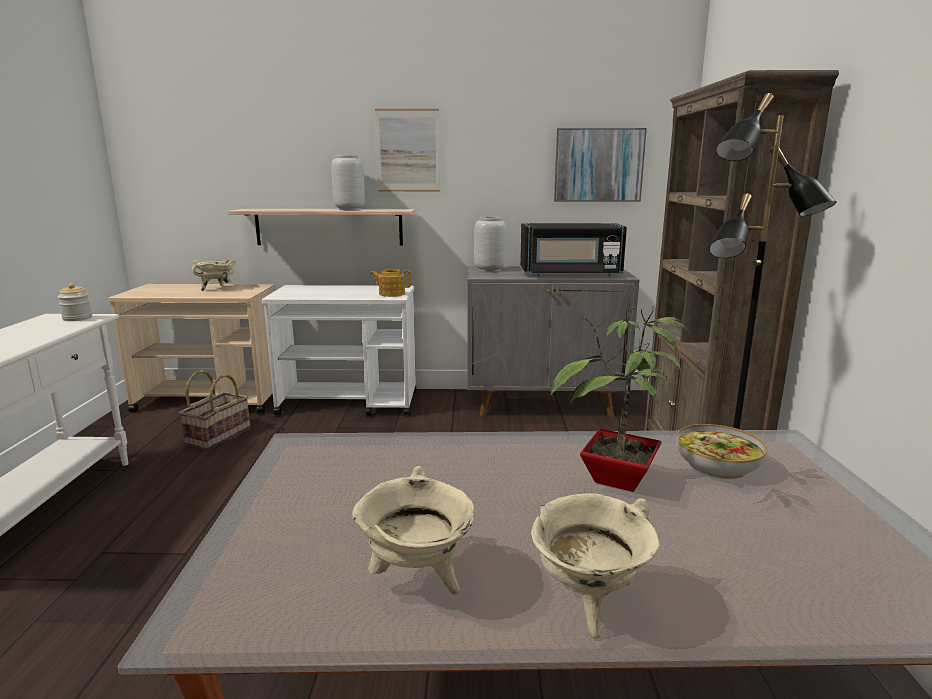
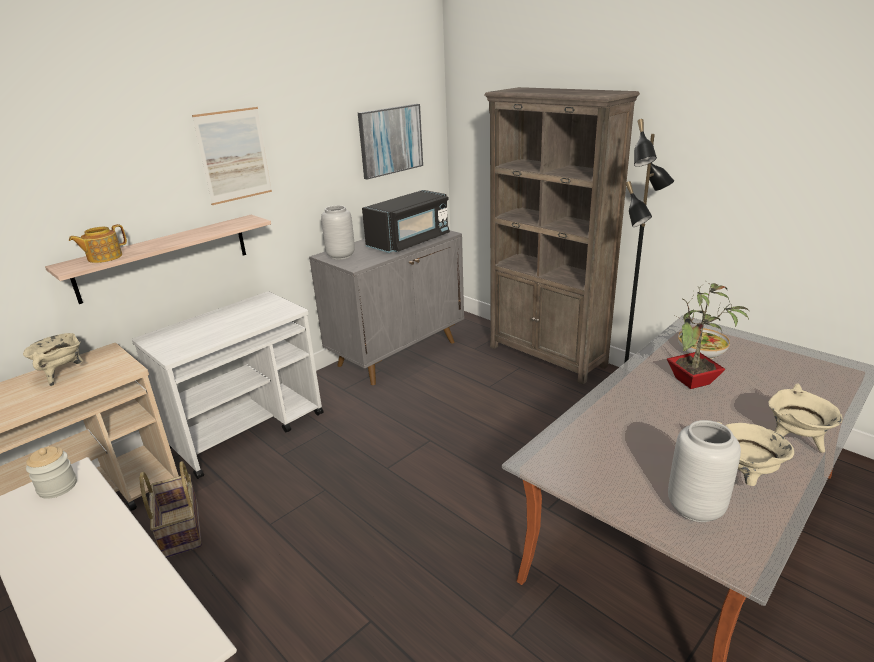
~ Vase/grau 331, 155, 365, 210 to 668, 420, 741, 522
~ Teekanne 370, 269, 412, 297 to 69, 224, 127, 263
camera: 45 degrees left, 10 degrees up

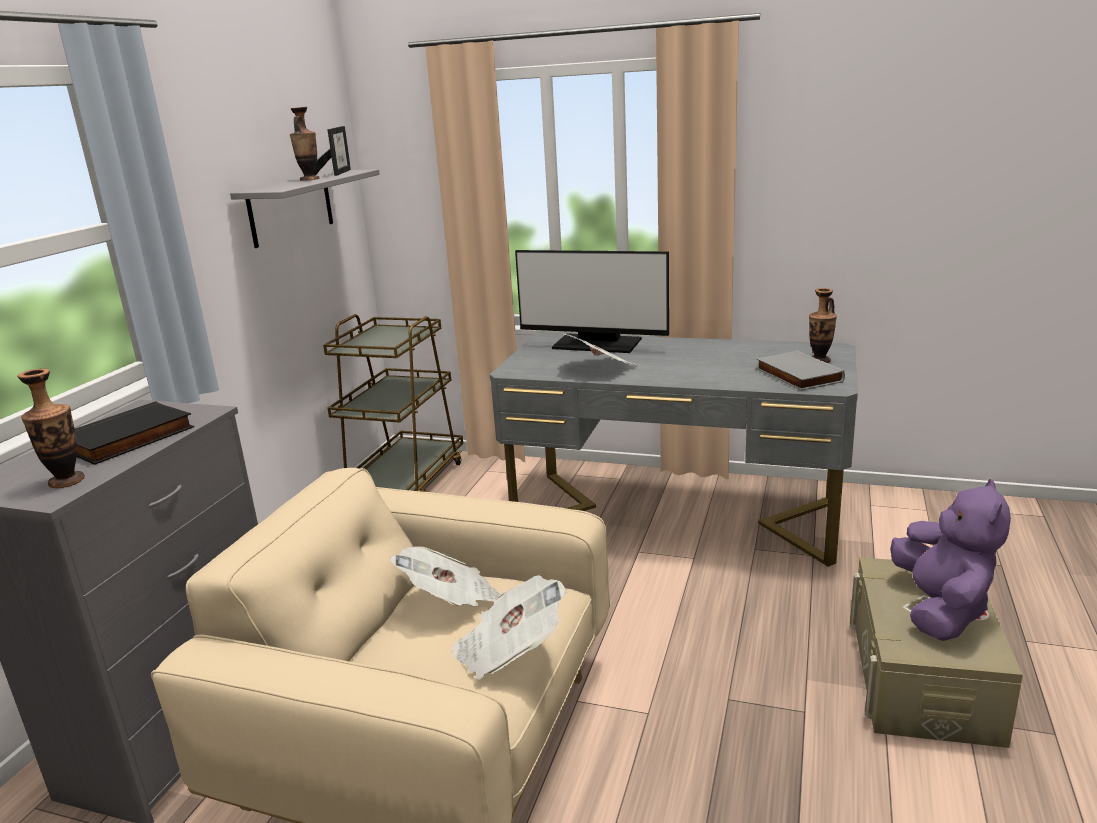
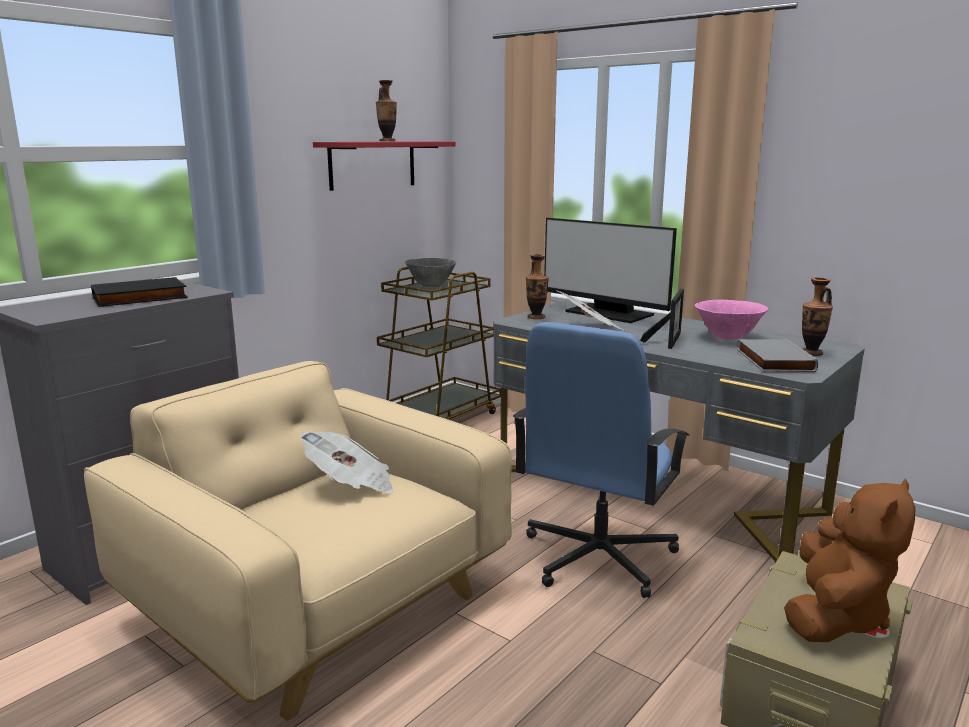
~ Bilderrahmen 315, 126, 351, 176 to 640, 289, 684, 349
~ Wandregal/grau 230, 169, 380, 248 to Wandregal/rot 313, 141, 455, 191
~ Vase 17, 369, 85, 488 to 526, 254, 549, 319
~ Plüschtier/lila 890, 479, 1011, 641 to Plüschtier/braun 784, 478, 916, 642
- Zeitung 451, 575, 566, 680
+ Schüssel/grau 405, 258, 456, 287
+ Schüssel/rosa 695, 299, 768, 340
+ Bürostuhl/blau 513, 322, 689, 598
camera: 20 degrees right, 5 degrees down

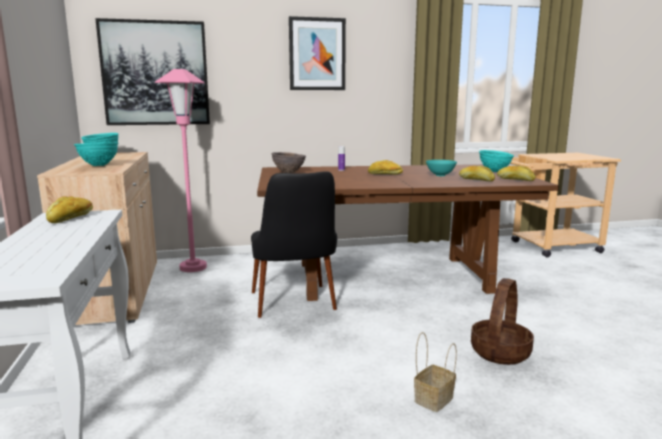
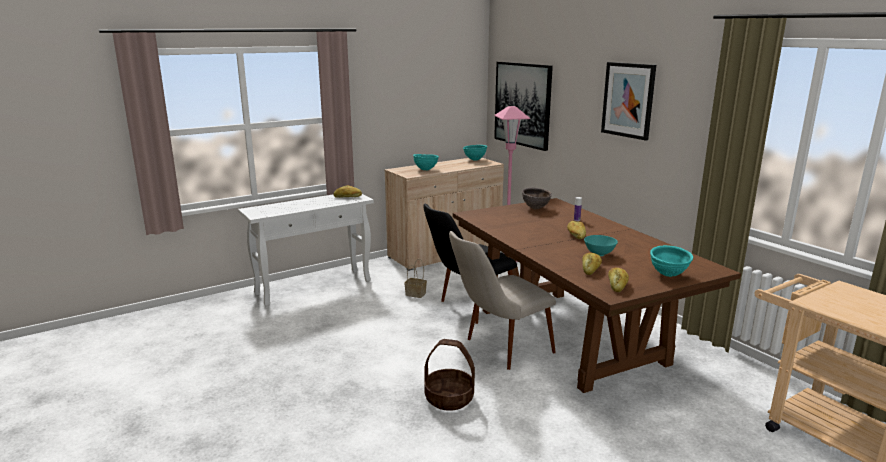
~ Korb 414, 332, 457, 412 to 404, 259, 427, 298
+ Stuhl/beige 449, 231, 556, 370
camera: 70 degrees right, 5 degrees up

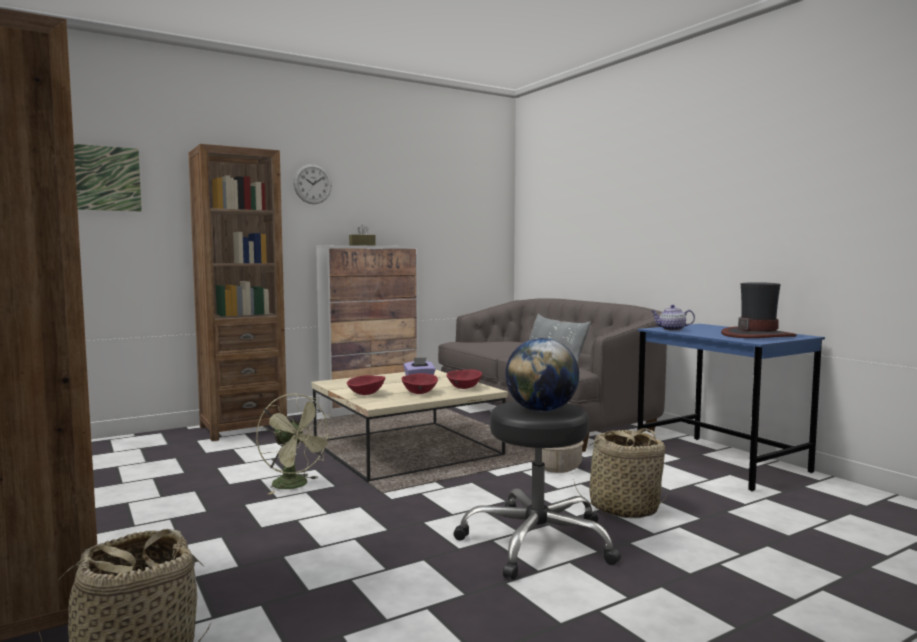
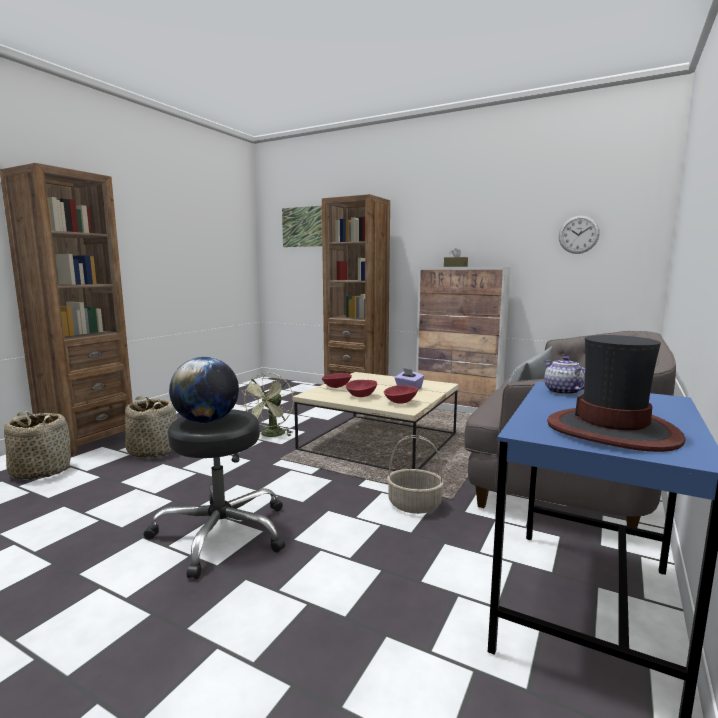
~ Wanduhr 293, 164, 332, 204 to 559, 215, 600, 254
~ Korb 573, 428, 670, 518 to 125, 396, 177, 458
camera: 60 degrees right, 5 degrees up

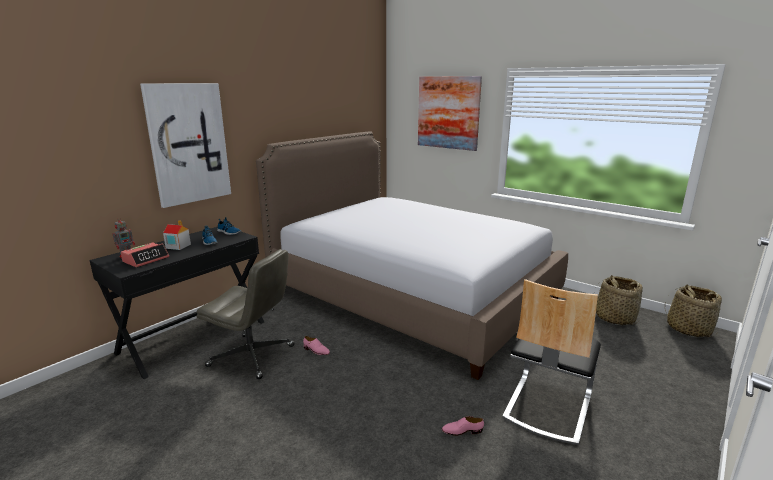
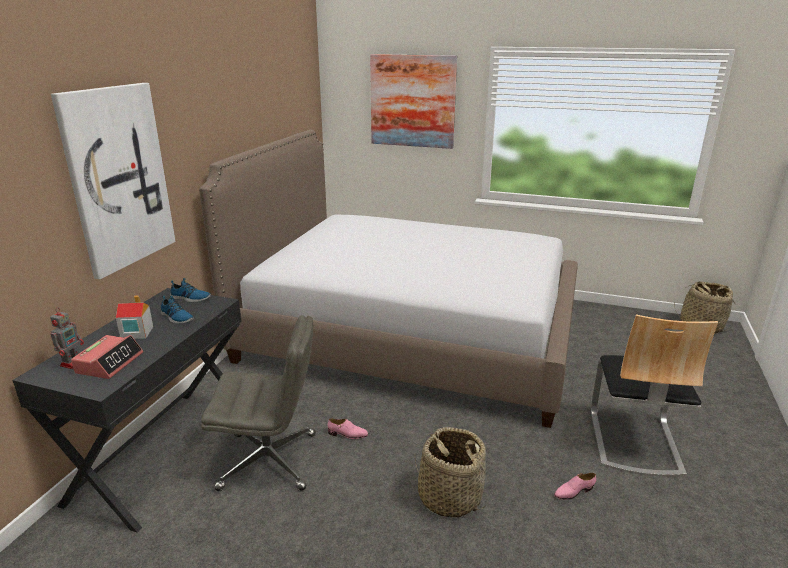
~ Korb 596, 275, 643, 326 to 415, 427, 486, 518
camera: 20 degrees left, 5 degrees up

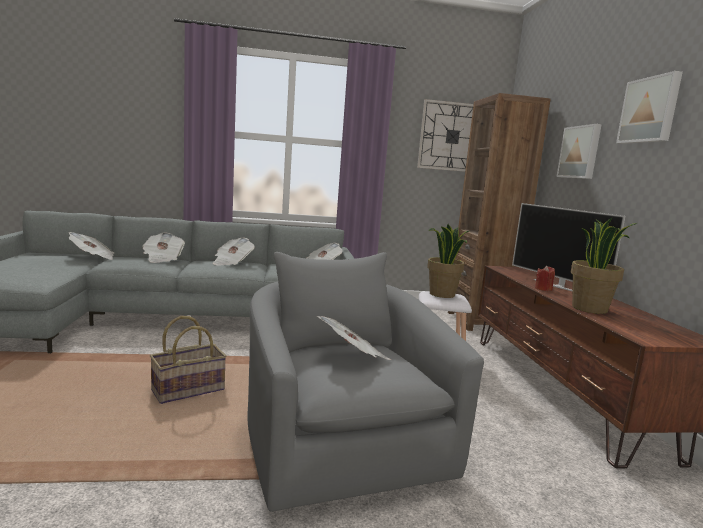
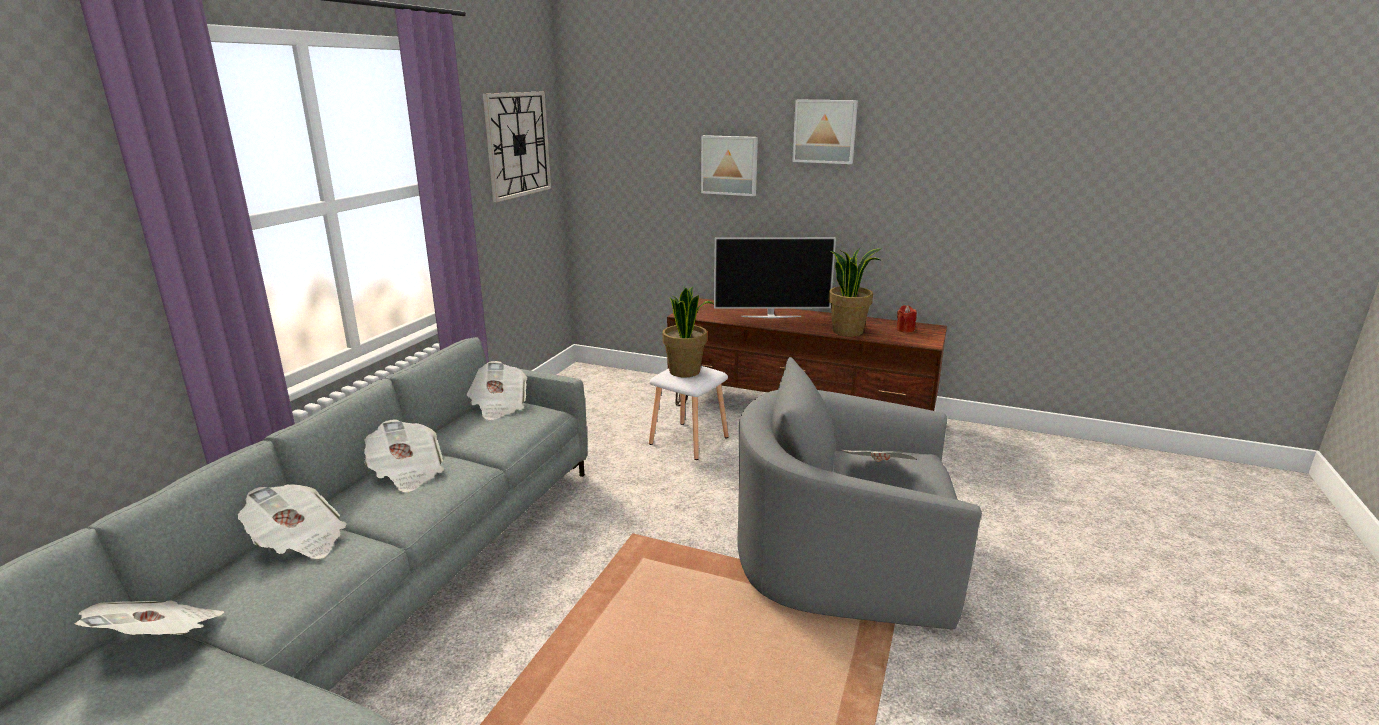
- Bücherregal/braun 448, 93, 550, 331
~ Kerze/rot 535, 266, 555, 291 to 897, 305, 917, 333
- Korb 150, 316, 227, 404
camera: 60 degrees left, 10 degrees up

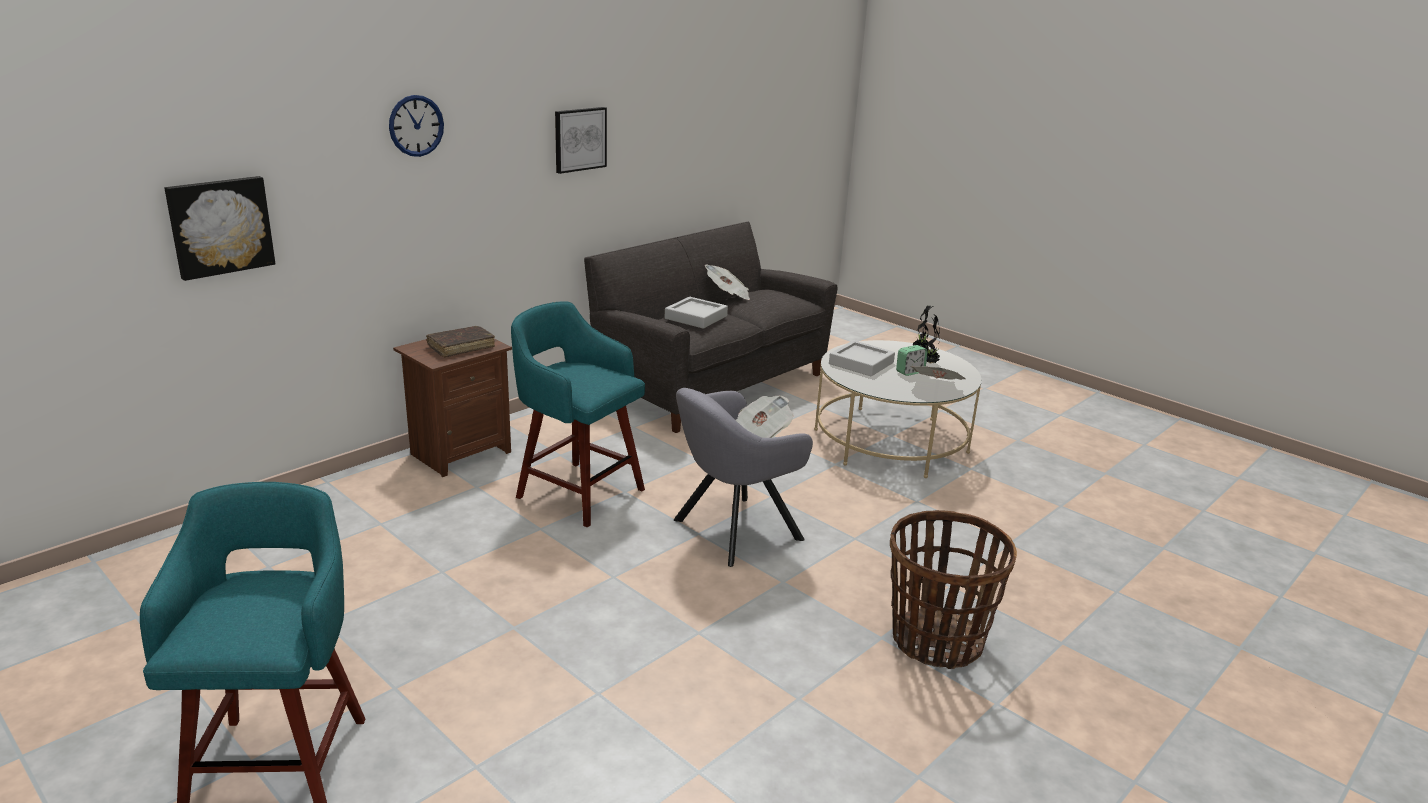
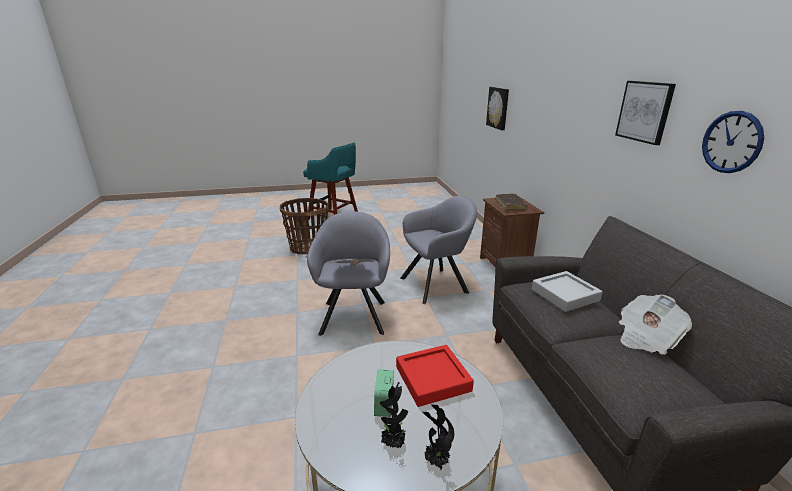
~ Wanduhr 389, 95, 444, 157 to 702, 111, 764, 173
~ Hocker/türkis 511, 302, 645, 527 to Sessel/grau 400, 196, 477, 304
~ Tablett/grau 829, 340, 895, 376 to Tablett/rot 396, 345, 474, 407
- Zeitung 910, 366, 966, 380
~ Korb 890, 510, 1017, 669 to 280, 198, 329, 254
camera: 125 degrees right, 0 degrees up

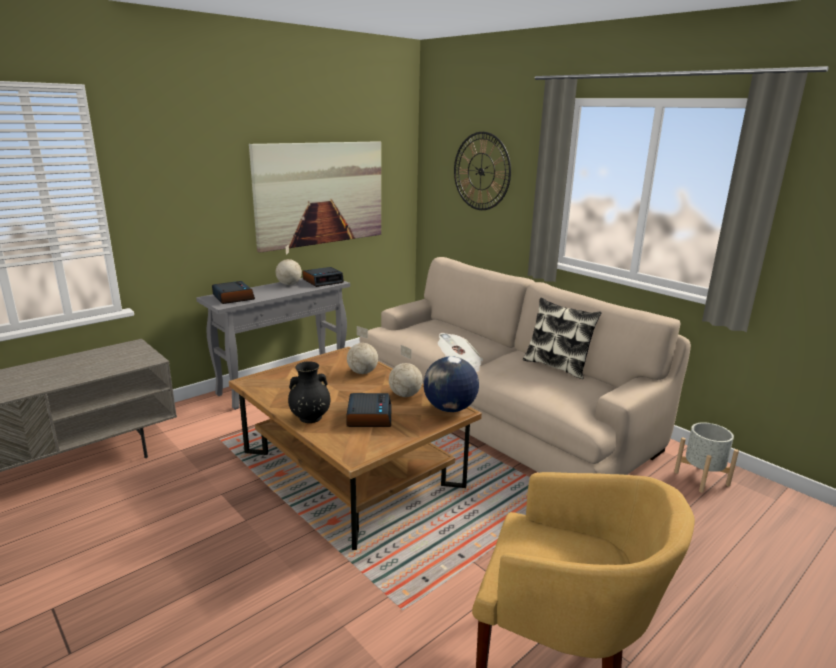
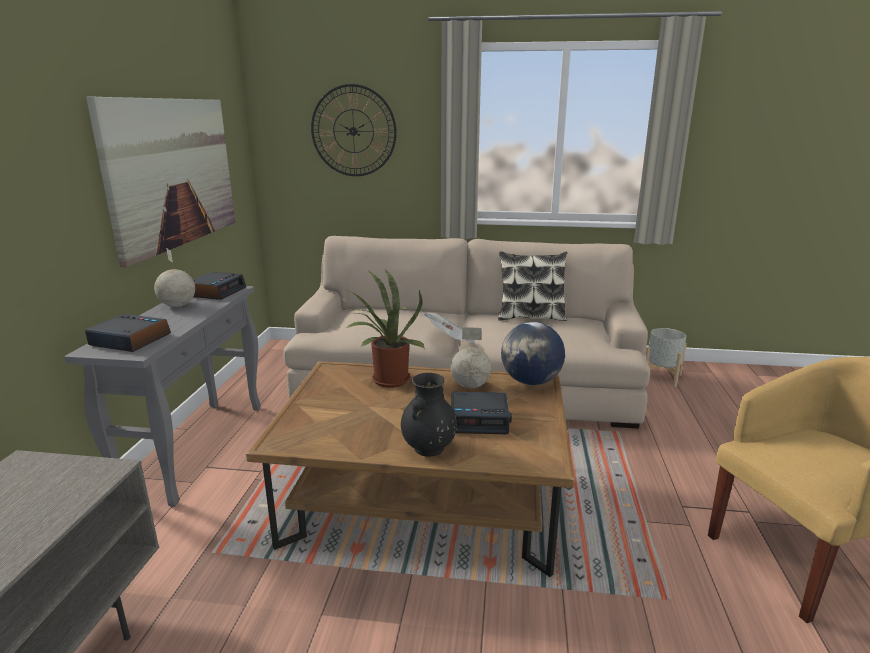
~ Globus 347, 326, 378, 374 to Topfpflanze 345, 269, 425, 388
~ Wecker 346, 393, 392, 427 = 451, 392, 512, 434 135 degrees clockwise
camera: 40 degrees left, 0 degrees up

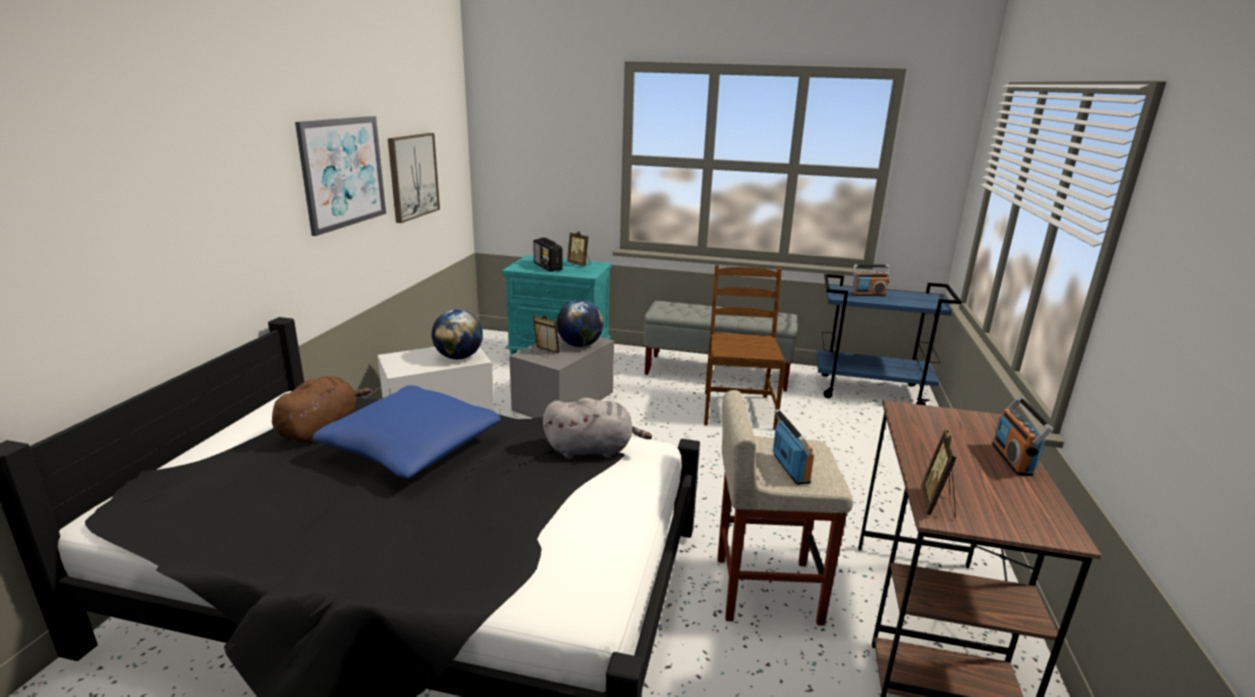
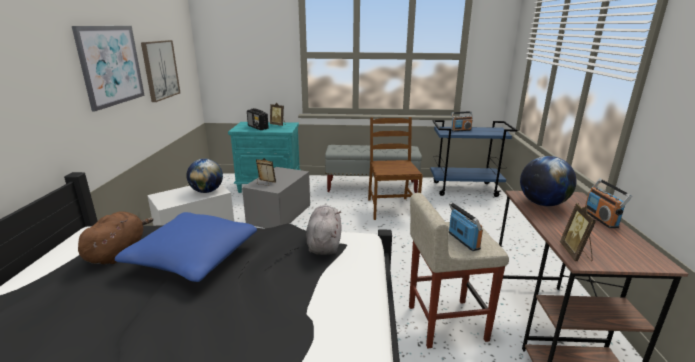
~ Globus 557, 300, 604, 347 to 520, 156, 577, 206
~ Plüschtier/grau 543, 398, 652, 459 = 306, 205, 342, 255 75 degrees counterclockwise
camera: 10 degrees left, 0 degrees up

